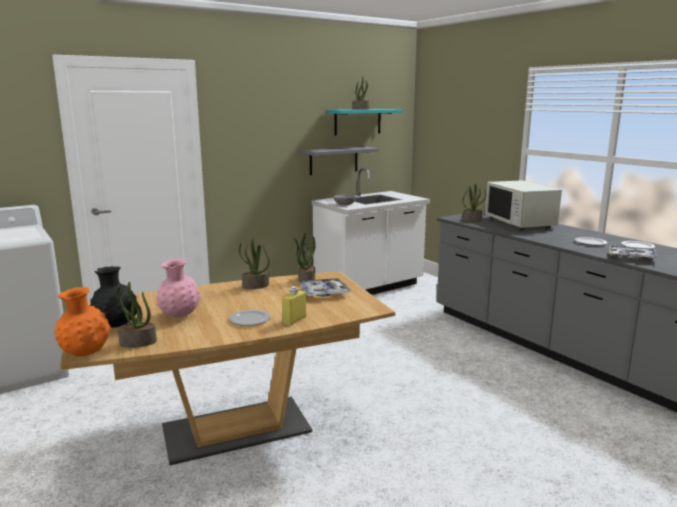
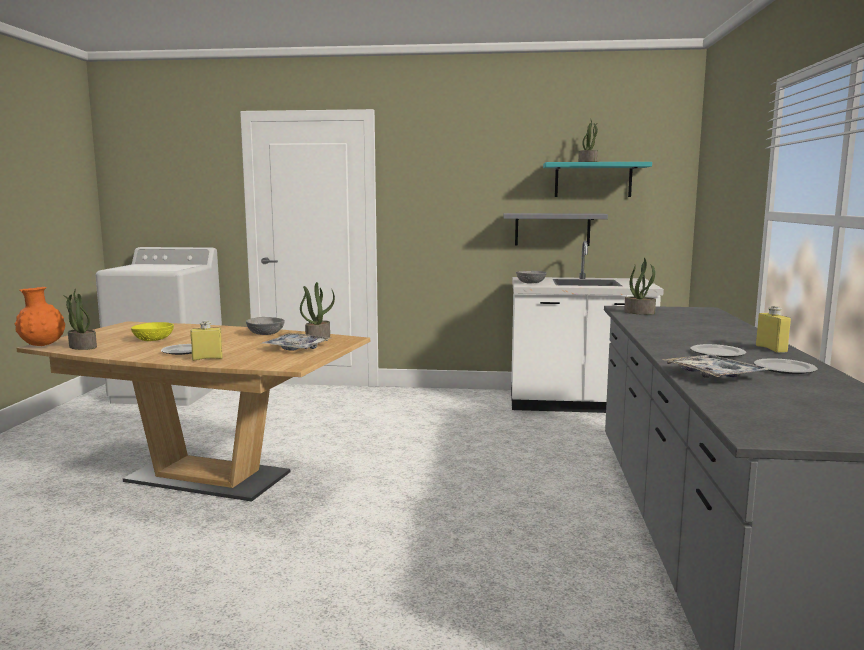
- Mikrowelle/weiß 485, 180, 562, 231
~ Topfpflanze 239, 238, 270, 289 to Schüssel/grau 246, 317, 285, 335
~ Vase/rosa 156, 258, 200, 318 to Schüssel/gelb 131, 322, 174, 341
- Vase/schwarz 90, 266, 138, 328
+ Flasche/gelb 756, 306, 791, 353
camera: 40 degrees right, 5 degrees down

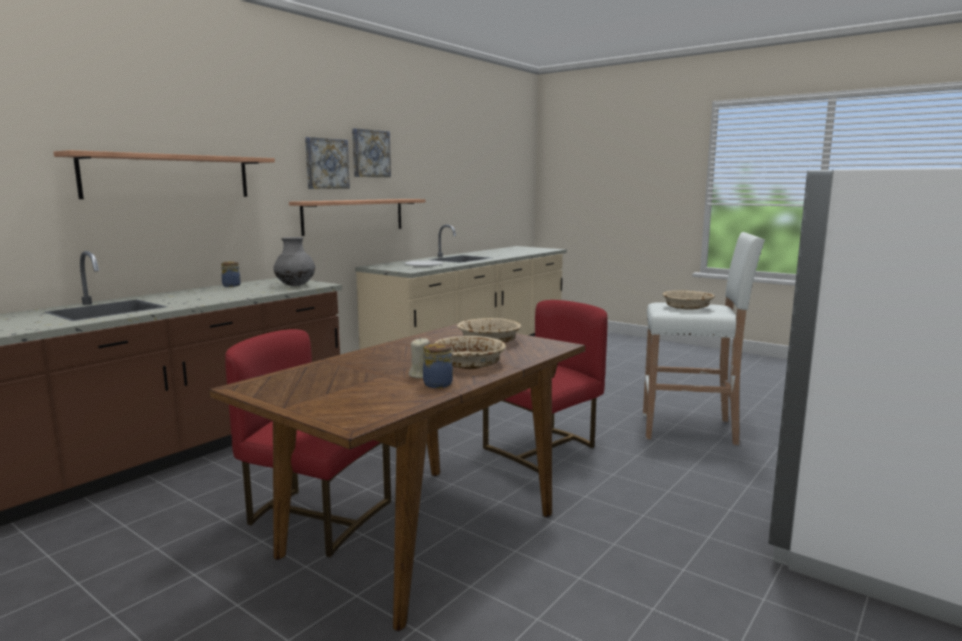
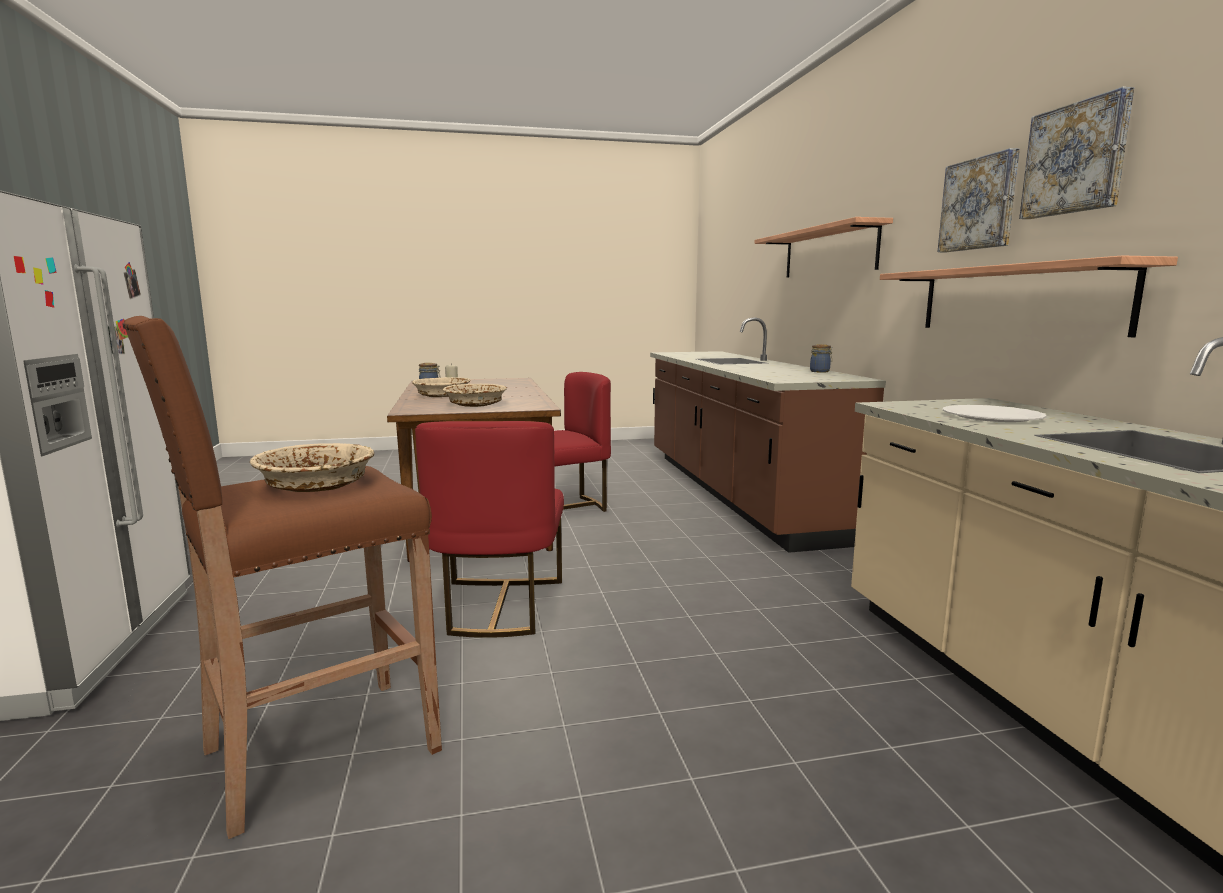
~ Hocker/weiß 643, 232, 765, 445 to Hocker/braun 123, 316, 442, 839
- Vase/grau 274, 237, 315, 286
camera: 130 degrees right, 0 degrees up

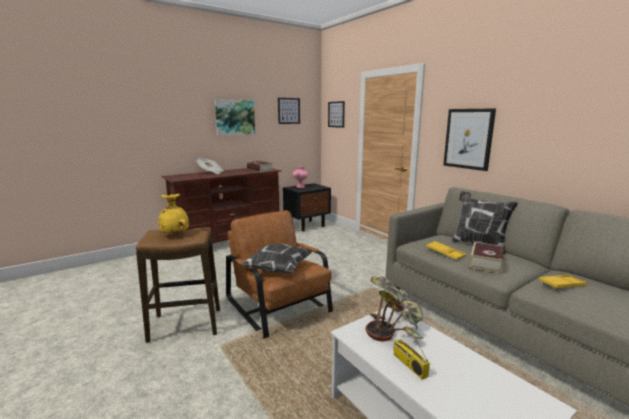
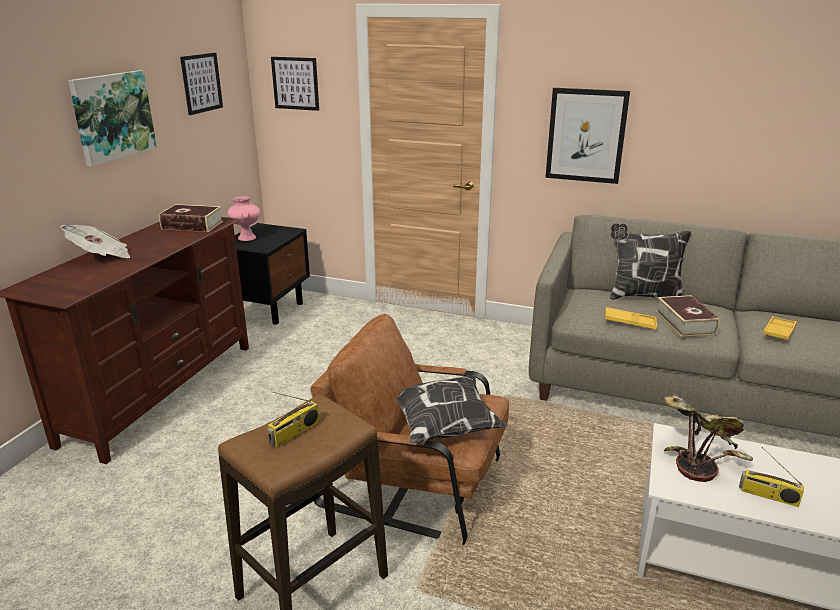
~ Vase/gelb 158, 194, 189, 235 to Radio 267, 392, 319, 447
camera: 35 degrees left, 10 degrees up

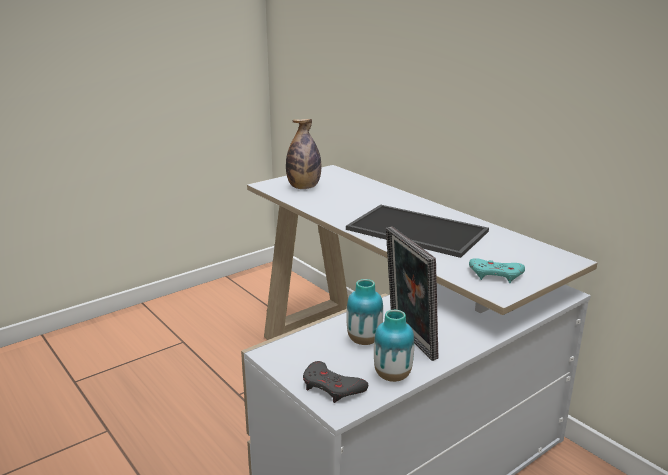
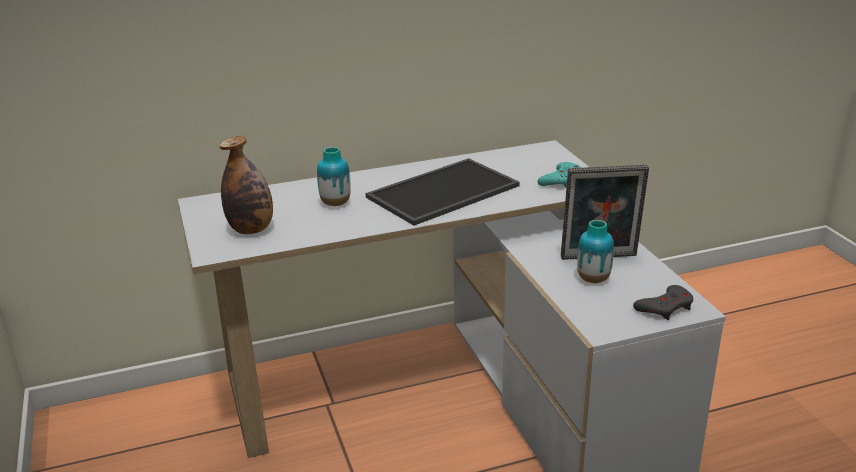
~ Vase 374, 310, 414, 382 to 317, 147, 351, 206
camera: 70 degrees left, 5 degrees up

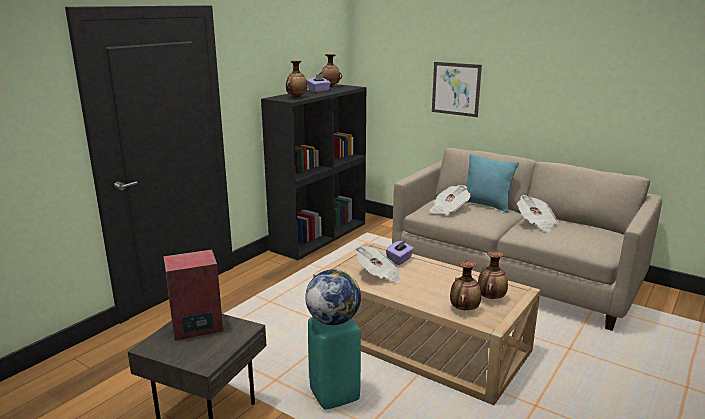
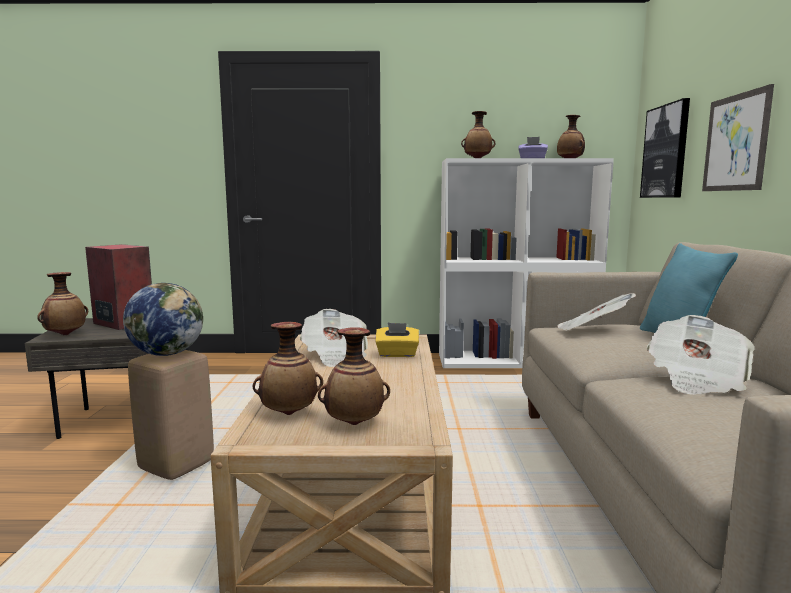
~ Bücherregal/schwarz 261, 84, 366, 260 to Bücherregal/weiß 439, 158, 614, 368
~ Taschentuchbox/lila 386, 240, 414, 265 to Taschentuchbox/gelb 375, 323, 419, 357
~ Hocker/türkis 308, 317, 361, 410 to Hocker/beige 128, 350, 214, 480
+ Bild 640, 98, 690, 198
+ Vase 37, 272, 88, 335
camera: 55 degrees right, 10 degrees down

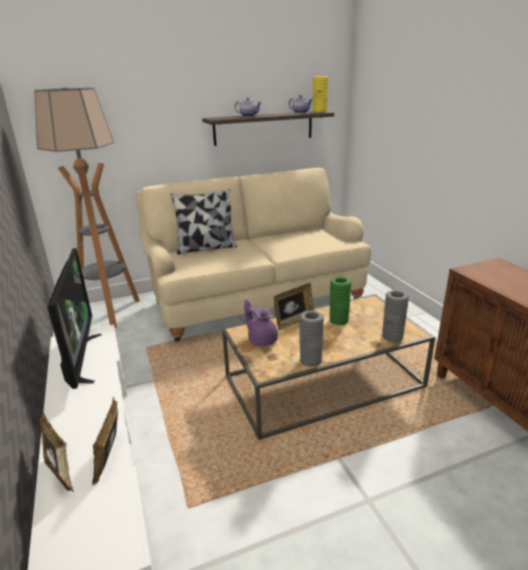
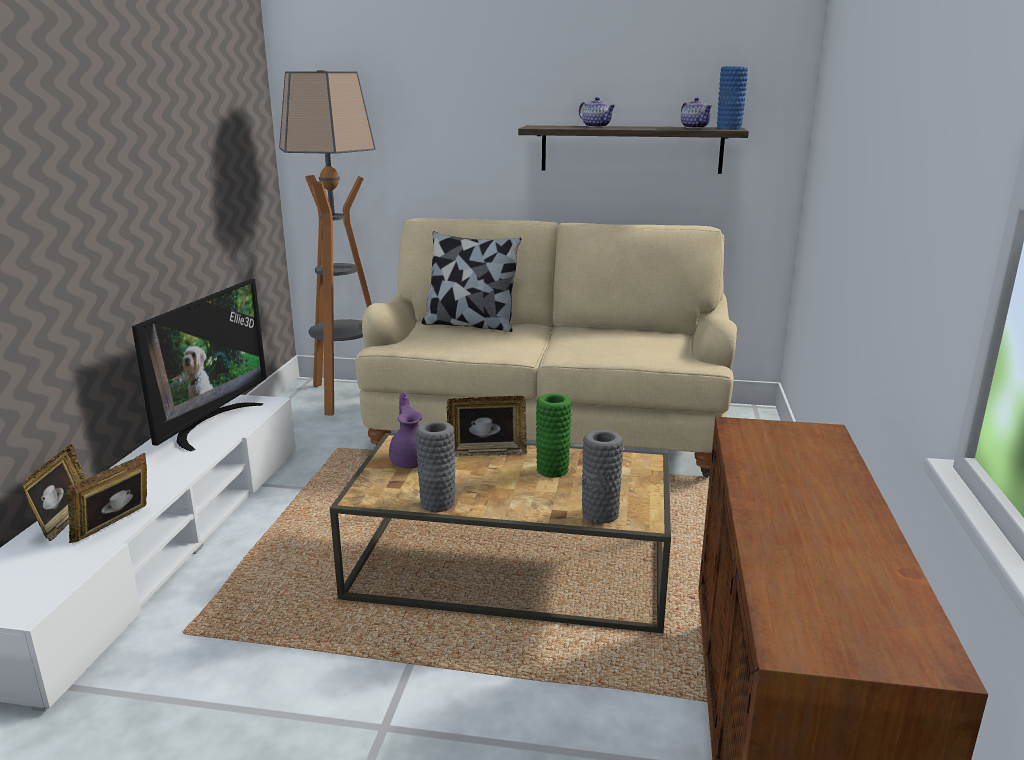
~ Vase/gelb 313, 76, 328, 113 to Vase/blau 717, 66, 748, 130
camera: 30 degrees right, 5 degrees down

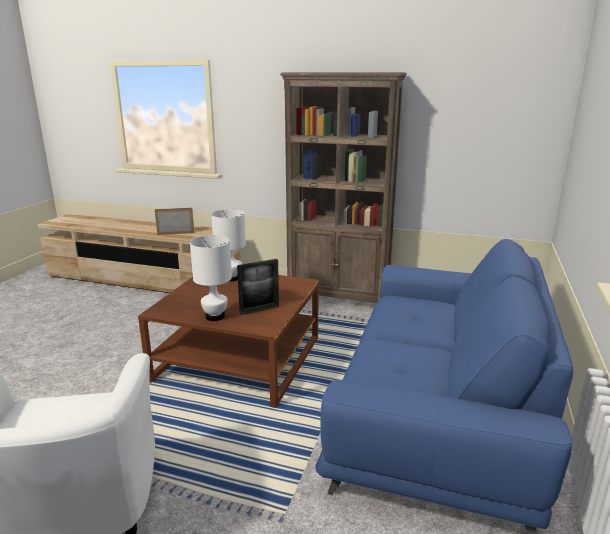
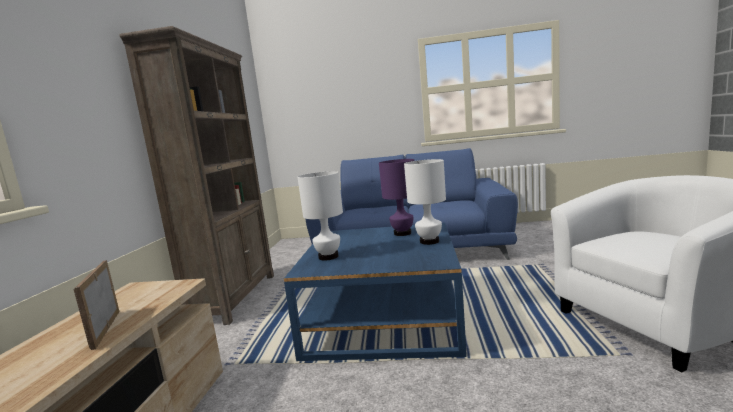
~ Bilderrahmen 237, 259, 279, 315 to Tischlampe/lila 379, 159, 414, 236
~ Couchtisch/braun 138, 275, 319, 408 to Couchtisch/blau 284, 223, 467, 361
camera: 100 degrees left, 10 degrees down

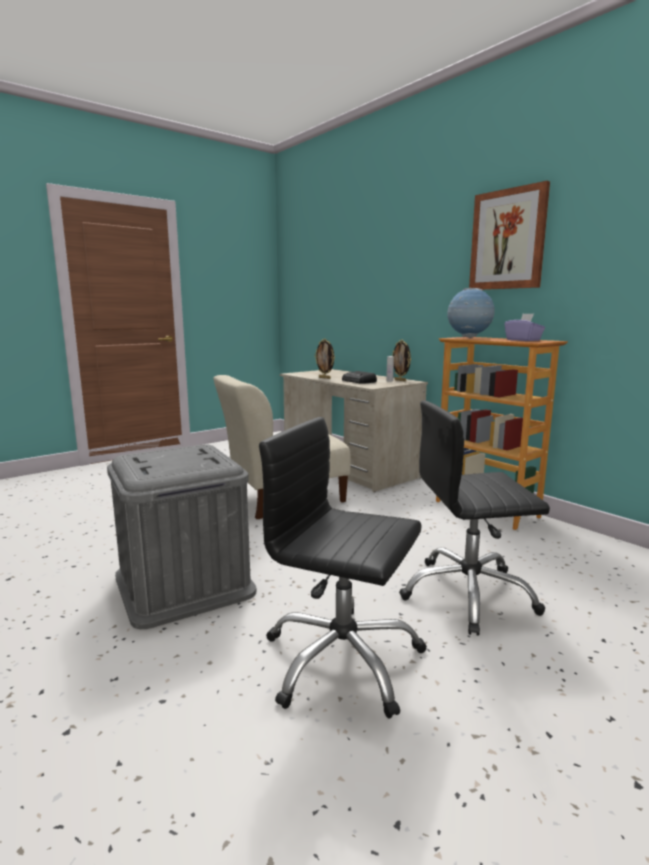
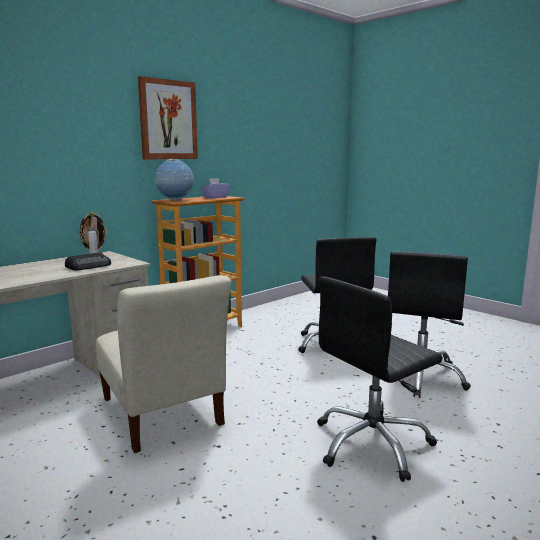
- Bilderrahmen 314, 338, 335, 379
~ Aufbewahrungsbox/grau 107, 444, 256, 629 to Bürostuhl/schwarz 317, 276, 443, 482
camera: 95 degrees left, 0 degrees up

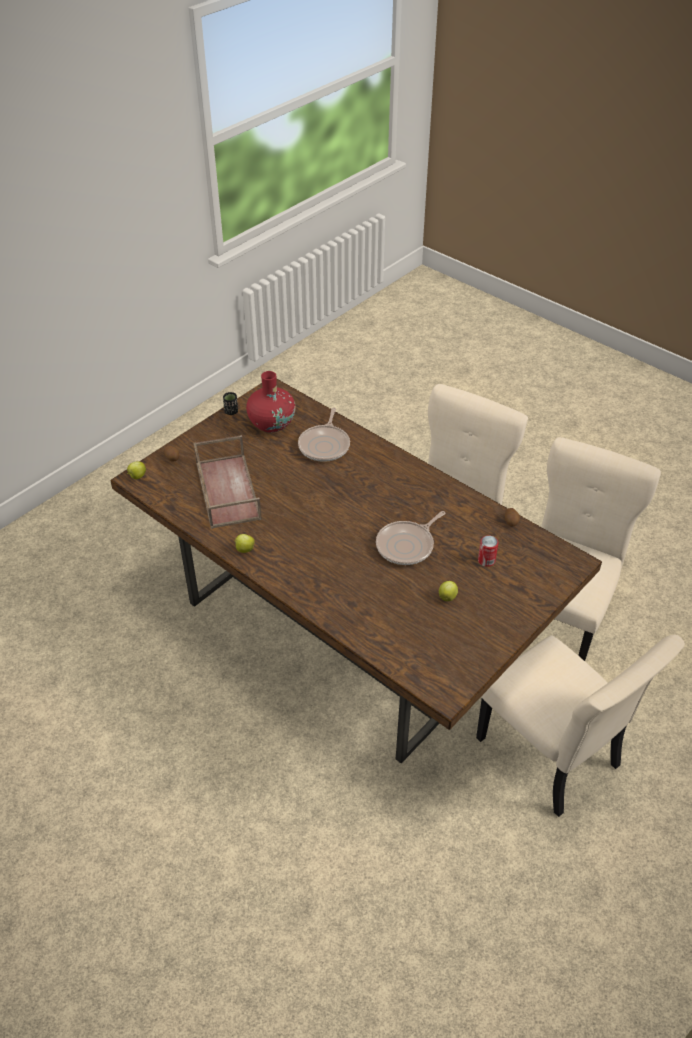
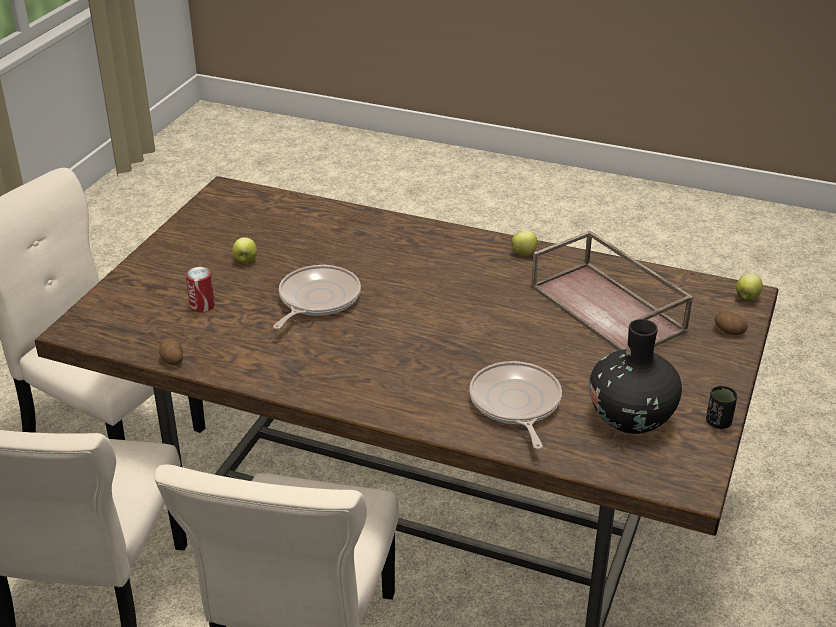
~ Vase/rot 246, 371, 295, 433 to Vase/schwarz 589, 319, 682, 434
camera: 160 degrees right, 10 degrees down

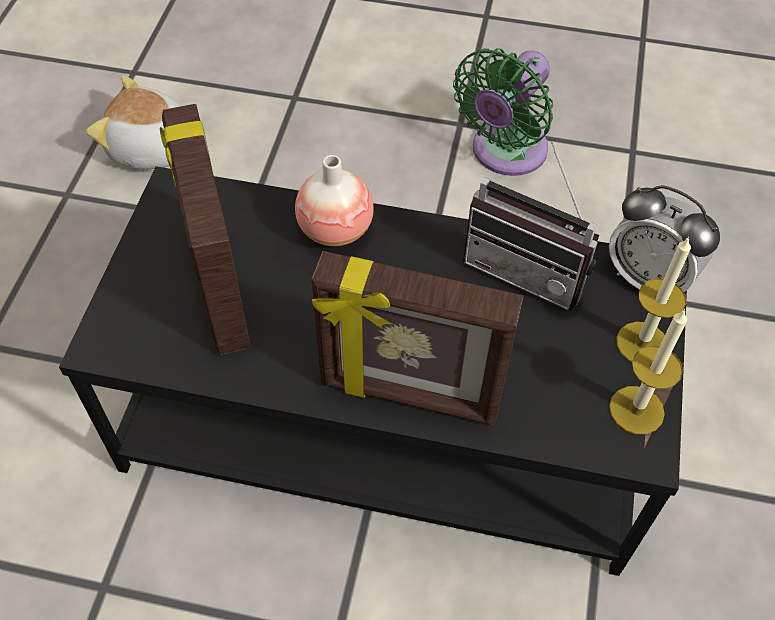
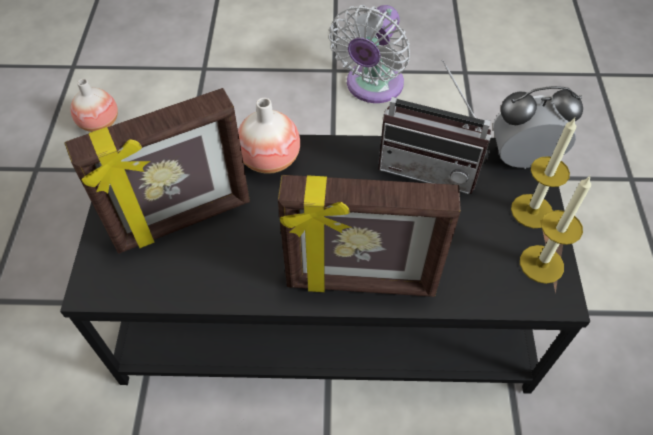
~ Ventilator/grün 453, 48, 553, 176 to Ventilator/weiß 329, 5, 410, 103
~ Plüschtier 86, 75, 182, 169 to Vase 70, 79, 118, 132
~ Bilderrahmen 160, 104, 251, 355 = 64, 88, 250, 254 90 degrees counterclockwise
~ Wecker 609, 185, 720, 292 = 493, 86, 583, 169 150 degrees clockwise
camera: 10 degrees left, 0 degrees up

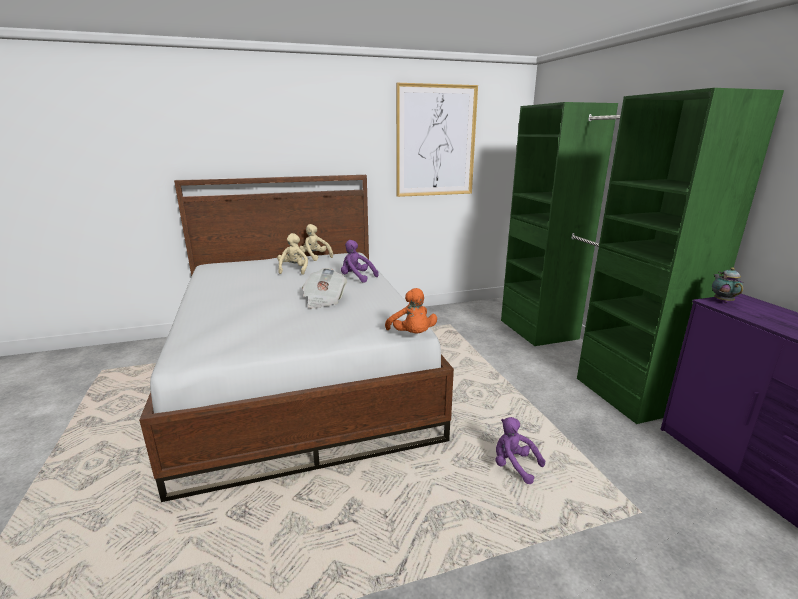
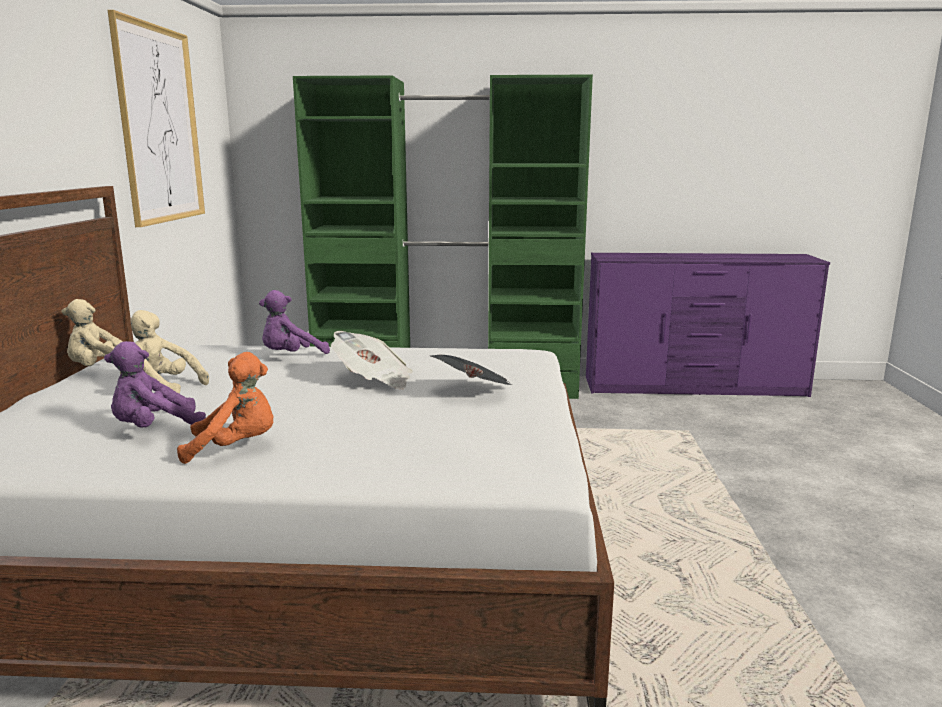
- Teekanne 712, 267, 744, 303
~ Plüschtier/orange 385, 288, 437, 333 to 177, 352, 273, 464
~ Plüschtier/lila 495, 417, 545, 484 to 104, 341, 206, 427
+ Zeitung 430, 355, 512, 385
camera: 70 degrees left, 5 degrees down

